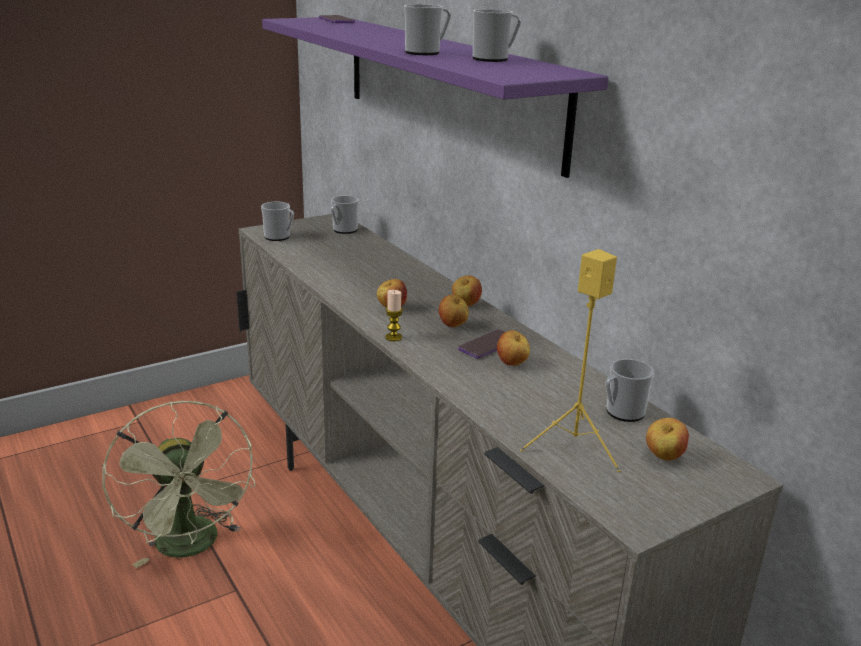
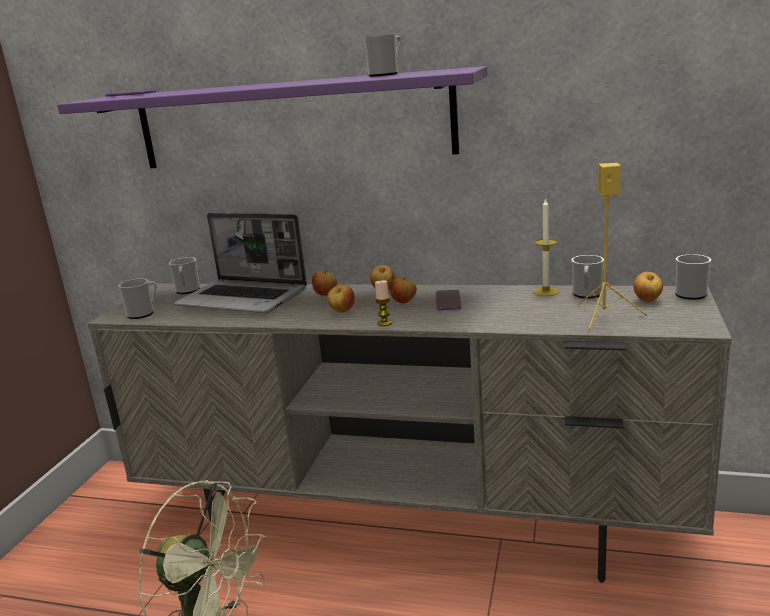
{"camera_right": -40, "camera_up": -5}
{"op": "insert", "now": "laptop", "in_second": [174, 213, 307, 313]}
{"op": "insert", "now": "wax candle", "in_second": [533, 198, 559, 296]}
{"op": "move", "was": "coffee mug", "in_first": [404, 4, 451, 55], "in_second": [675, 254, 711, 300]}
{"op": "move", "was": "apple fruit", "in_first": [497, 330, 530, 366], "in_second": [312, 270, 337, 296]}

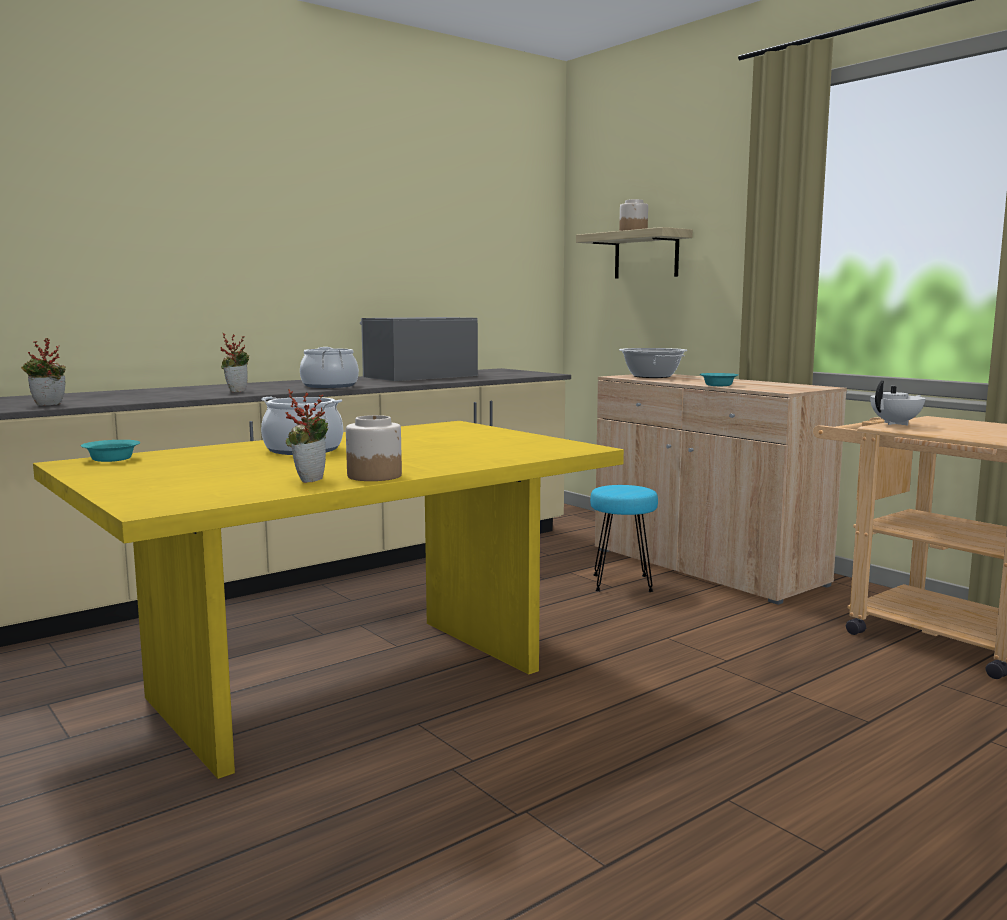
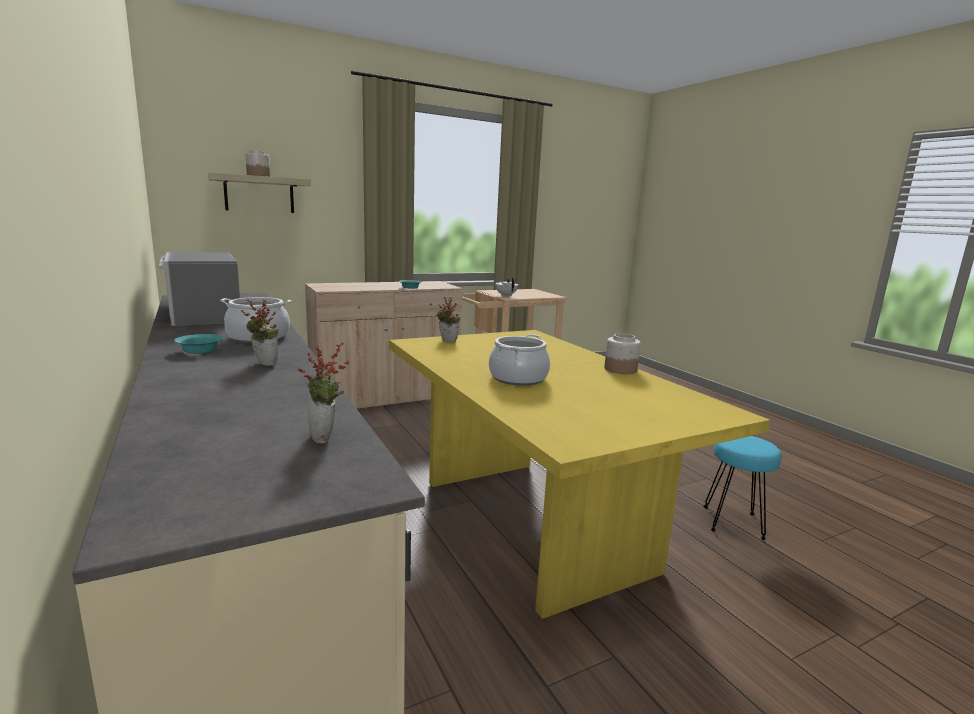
{"camera_right": -80, "camera_up": 5}
{"op": "delete", "was": "cooking pot", "in_first": [619, 348, 687, 378]}
{"op": "move", "was": "deep dish/blue-green", "in_first": [81, 440, 140, 462], "in_second": [174, 334, 223, 354]}
{"op": "move", "was": "houseplant", "in_first": [285, 389, 328, 483], "in_second": [436, 297, 460, 342]}
{"op": "move", "was": "stool/blue-green", "in_first": [590, 485, 658, 592], "in_second": [703, 436, 782, 540]}

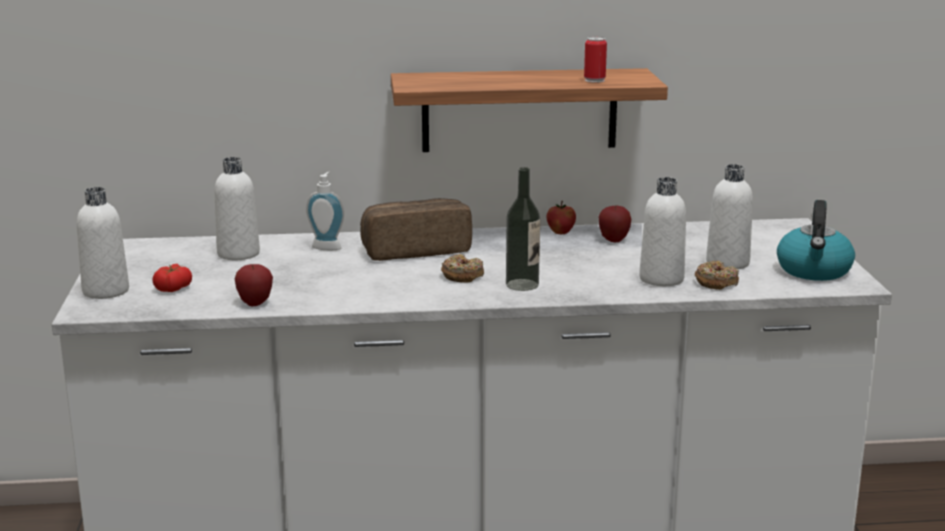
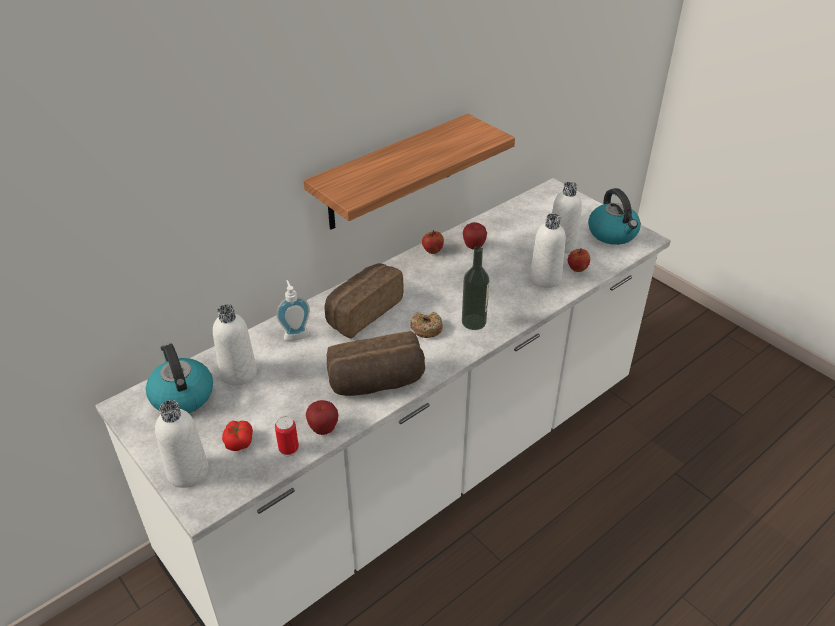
{"camera_right": -35, "camera_up": 20}
{"op": "insert", "now": "tea kettle", "in_second": [146, 343, 213, 413]}
{"op": "insert", "now": "bakery bread", "in_second": [327, 331, 425, 396]}
{"op": "move", "was": "can", "in_first": [584, 37, 607, 83], "in_second": [275, 416, 299, 456]}
{"op": "replace", "was": "donut", "now": "apple fruit", "in_first": [695, 261, 739, 290], "in_second": [568, 248, 590, 272]}

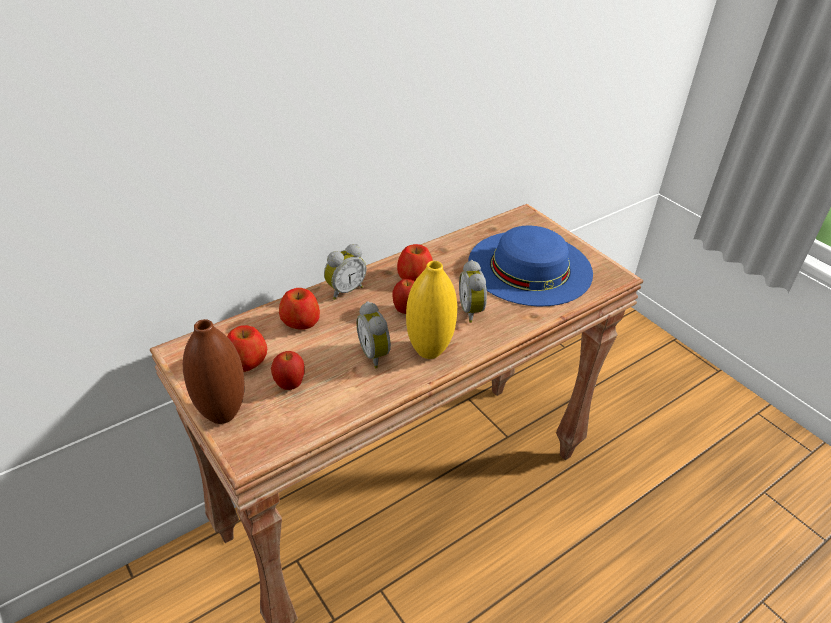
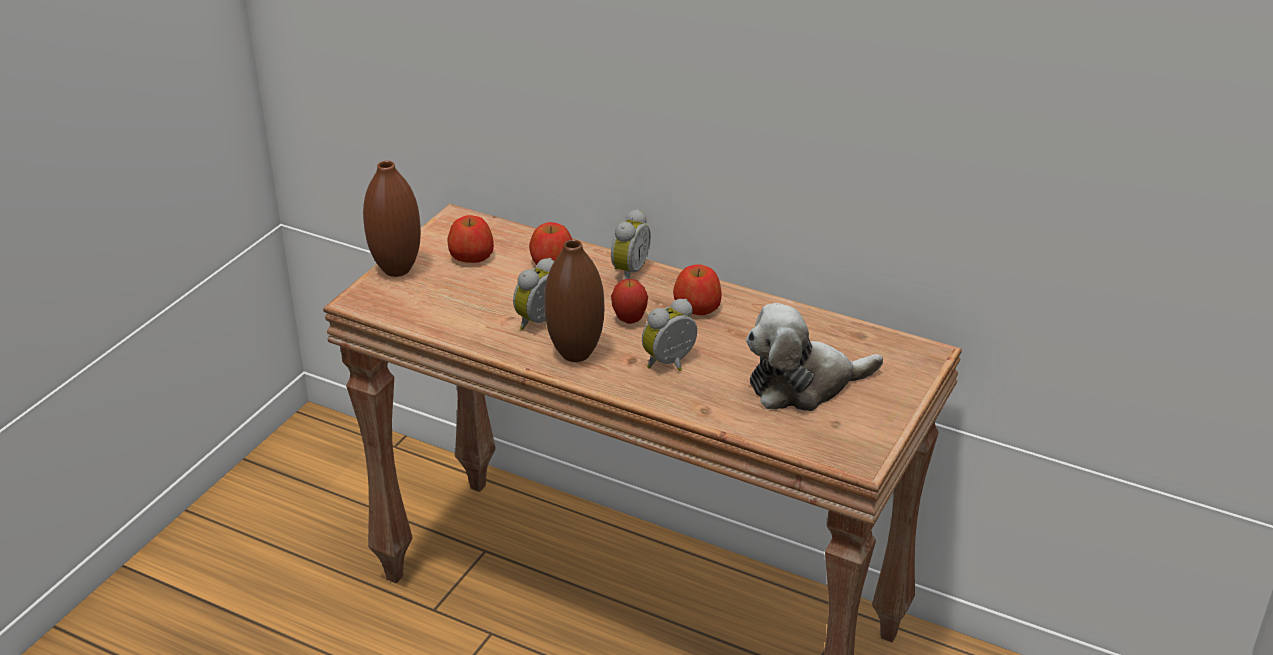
{"camera_right": 65, "camera_up": -5}
{"op": "delete", "was": "apple fruit", "in_first": [271, 351, 304, 390]}
{"op": "replace", "was": "hat/bluish", "now": "soft toy", "in_first": [468, 226, 593, 306], "in_second": [746, 303, 883, 411]}
{"op": "recolor", "was": "vase/yellow-coloured", "now": "vase/brown", "in_first": [406, 261, 457, 359], "in_second": [544, 240, 604, 362]}
{"op": "rotate", "was": "bedside clock", "in_first": [324, 244, 367, 300], "in_second": [611, 209, 651, 279], "clockwise": -90}

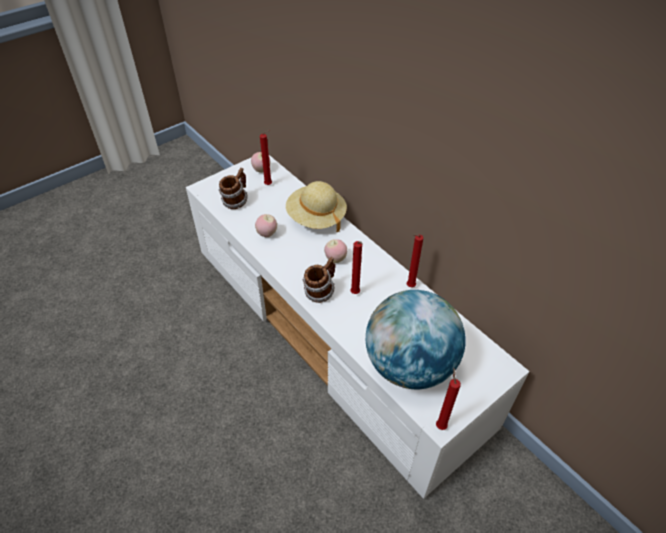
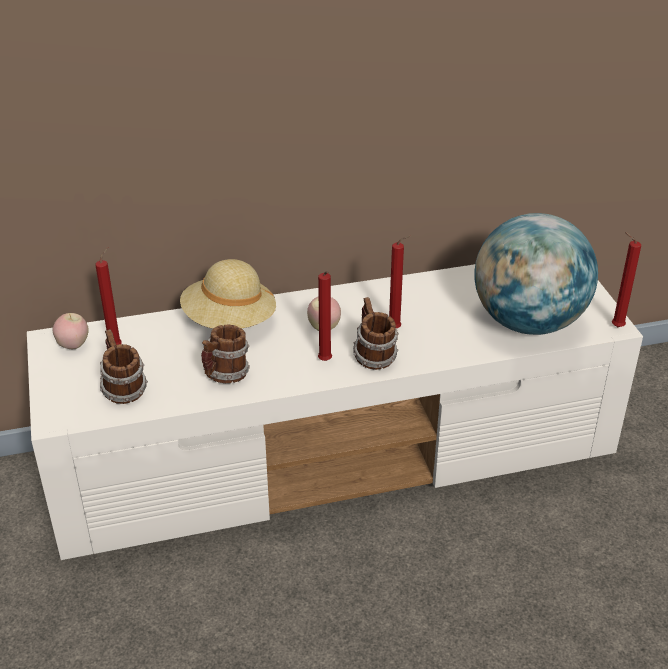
{"camera_right": -65, "camera_up": -10}
{"op": "move", "was": "wax candle/red-coloured", "in_first": [407, 234, 424, 287], "in_second": [318, 271, 332, 361]}
{"op": "replace", "was": "apple fruit", "now": "coffee mug", "in_first": [255, 214, 277, 237], "in_second": [201, 325, 250, 383]}

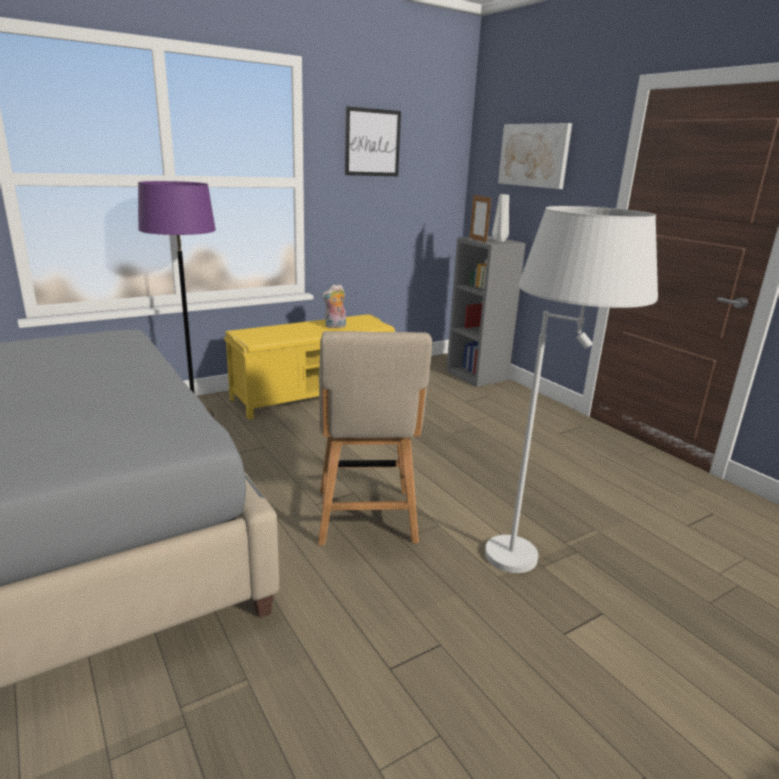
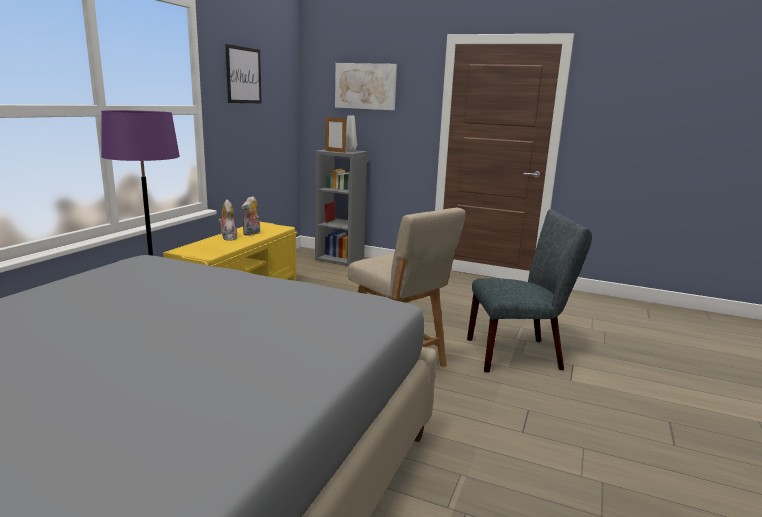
{"camera_right": -35, "camera_up": -5}
{"op": "insert", "now": "soft toy", "in_second": [218, 200, 237, 241]}
{"op": "replace", "was": "floor lamp/white", "now": "plain chair/greyish", "in_first": [485, 206, 658, 573], "in_second": [467, 209, 592, 373]}

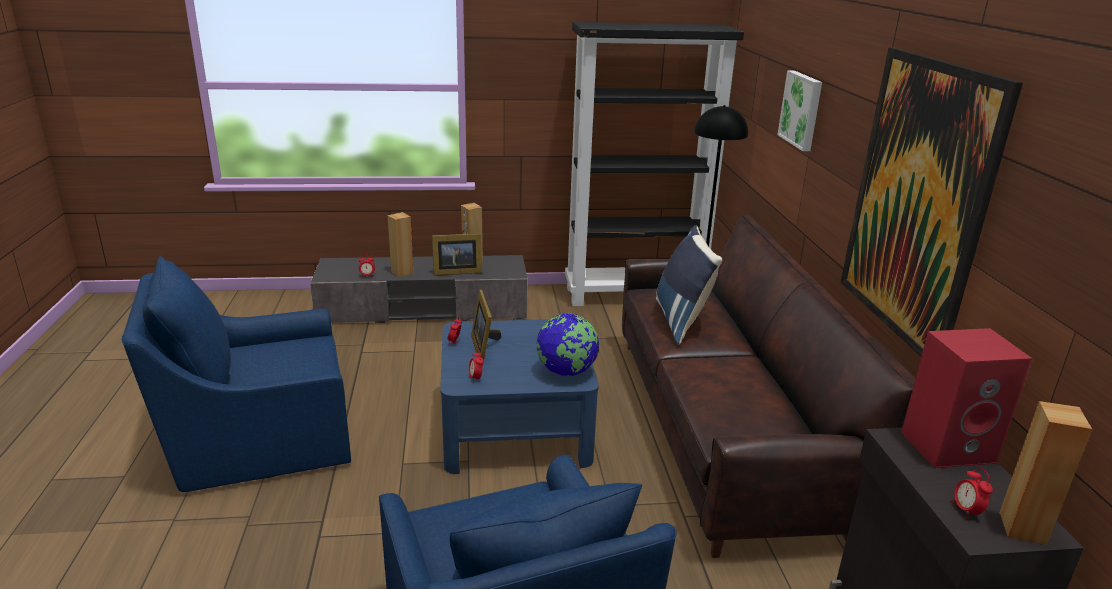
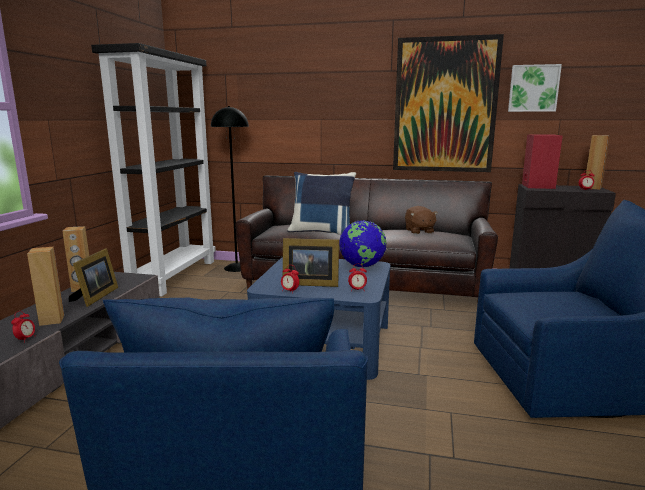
{"camera_right": -70, "camera_up": -10}
{"op": "insert", "now": "soft toy/brown", "in_second": [405, 206, 438, 234]}
{"op": "move", "was": "wall picture", "in_first": [778, 71, 822, 151], "in_second": [508, 64, 562, 112]}

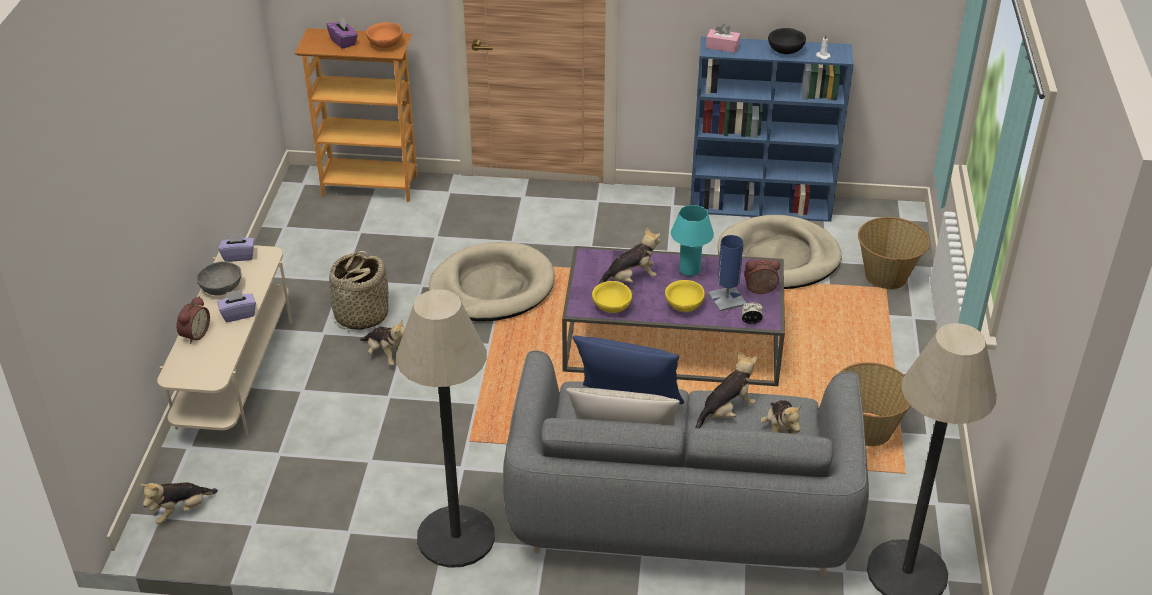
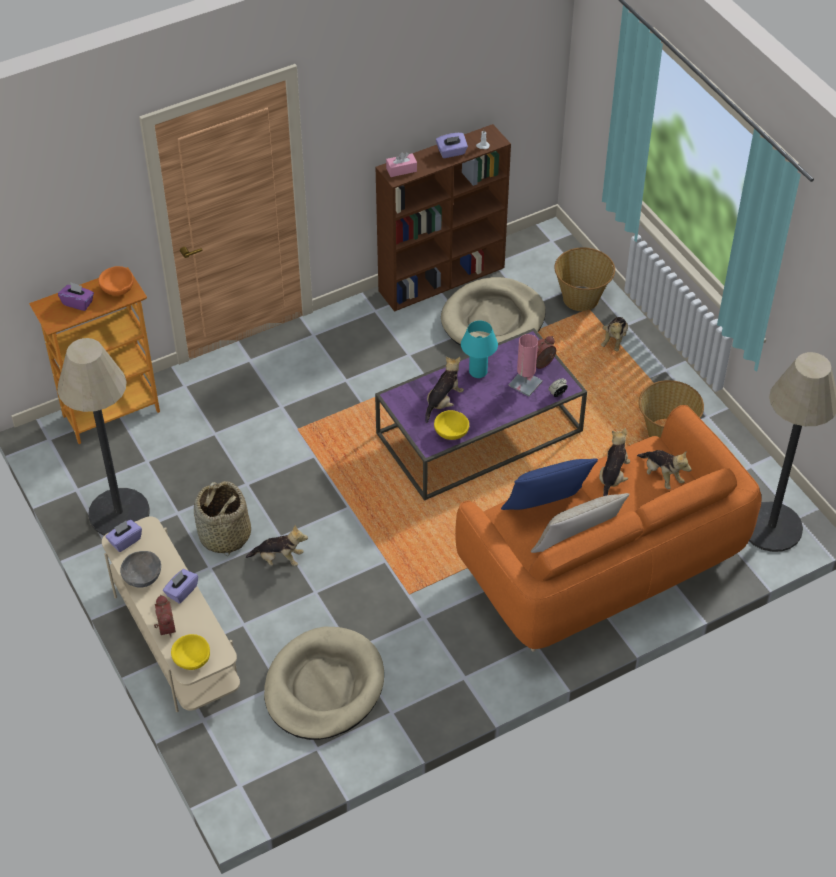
{"camera_right": -35, "camera_up": 10}
{"op": "move", "was": "soft toy", "in_first": [140, 482, 218, 524], "in_second": [601, 317, 628, 351]}
{"op": "move", "was": "floor lamp", "in_first": [396, 289, 495, 568], "in_second": [57, 338, 150, 535]}
{"op": "move", "was": "dog cushion/beige", "in_first": [429, 242, 554, 321], "in_second": [264, 626, 384, 740]}
{"op": "move", "was": "deep dish/yellow-coloured", "in_first": [665, 280, 705, 312], "in_second": [171, 634, 210, 670]}
{"op": "replace", "was": "deep dish/blackish", "now": "tissue box/purplish", "in_first": [768, 28, 806, 54], "in_second": [436, 133, 468, 158]}
{"op": "recolor", "was": "sofa/greyish", "now": "sofa/orange-coloured", "in_first": [503, 350, 869, 576], "in_second": [455, 405, 761, 652]}
{"op": "recolor", "was": "shelving unit/bluish", "now": "shelving unit/brown", "in_first": [690, 37, 854, 222], "in_second": [376, 124, 511, 312]}
{"op": "recolor", "was": "table lamp/bluish", "now": "table lamp/pink", "in_first": [708, 235, 746, 311], "in_second": [508, 334, 543, 396]}

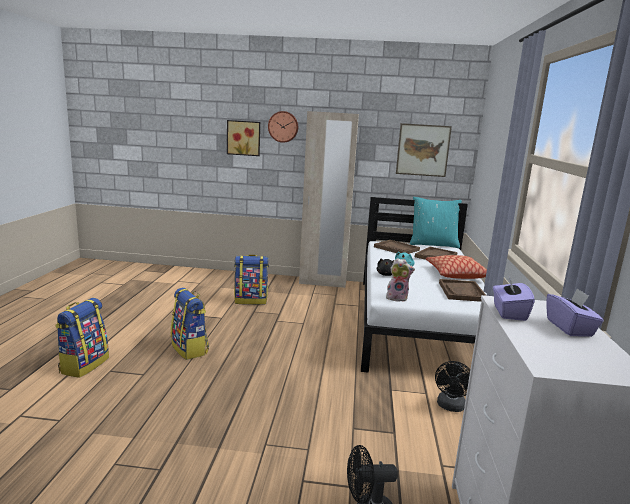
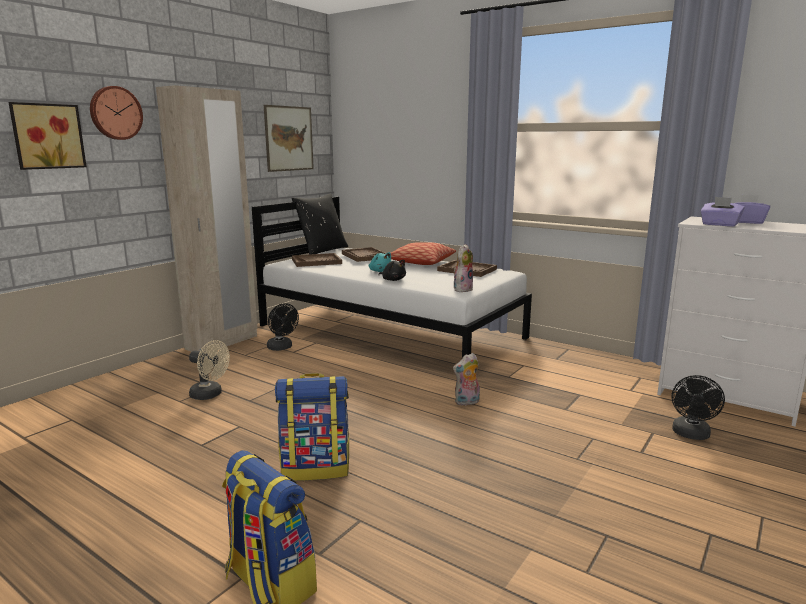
{"camera_right": -60, "camera_up": 0}
{"op": "insert", "now": "soft toy", "in_second": [453, 353, 480, 406]}
{"op": "move", "was": "electric fan/blackish", "in_first": [435, 361, 470, 412], "in_second": [267, 303, 299, 351]}
{"op": "replace", "was": "backpack", "now": "electric fan/beige", "in_first": [234, 255, 269, 305], "in_second": [189, 340, 230, 400]}
{"op": "recolor", "was": "cushion/blue-green", "now": "cushion/blackish", "in_first": [410, 197, 462, 248], "in_second": [292, 193, 348, 255]}

